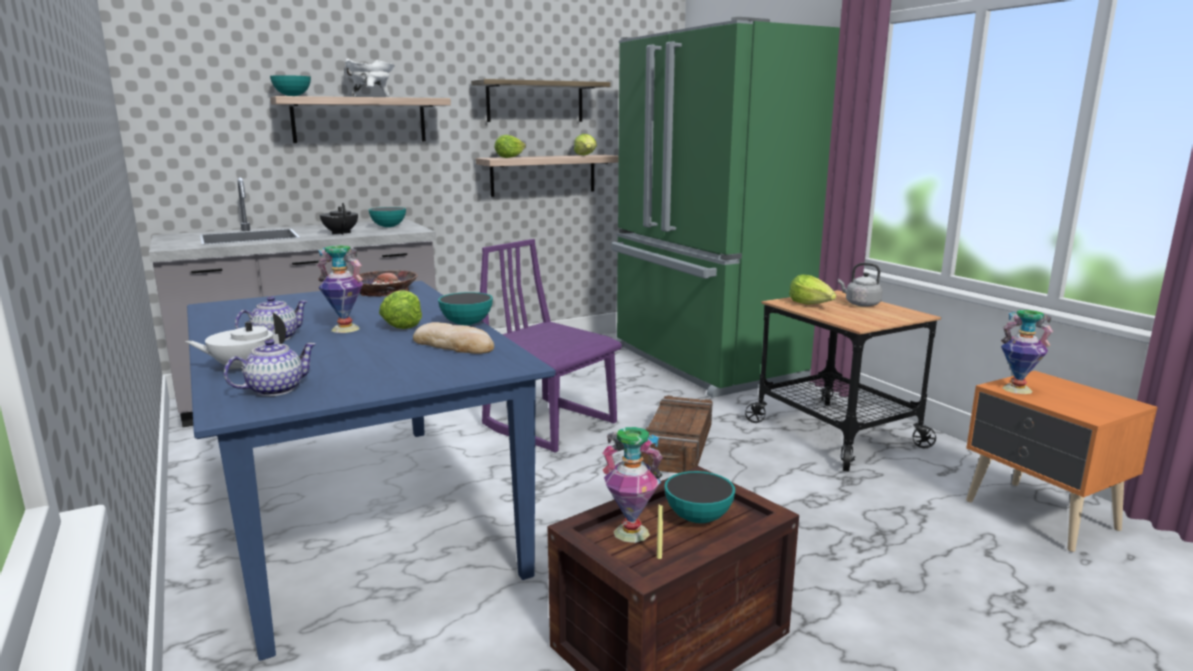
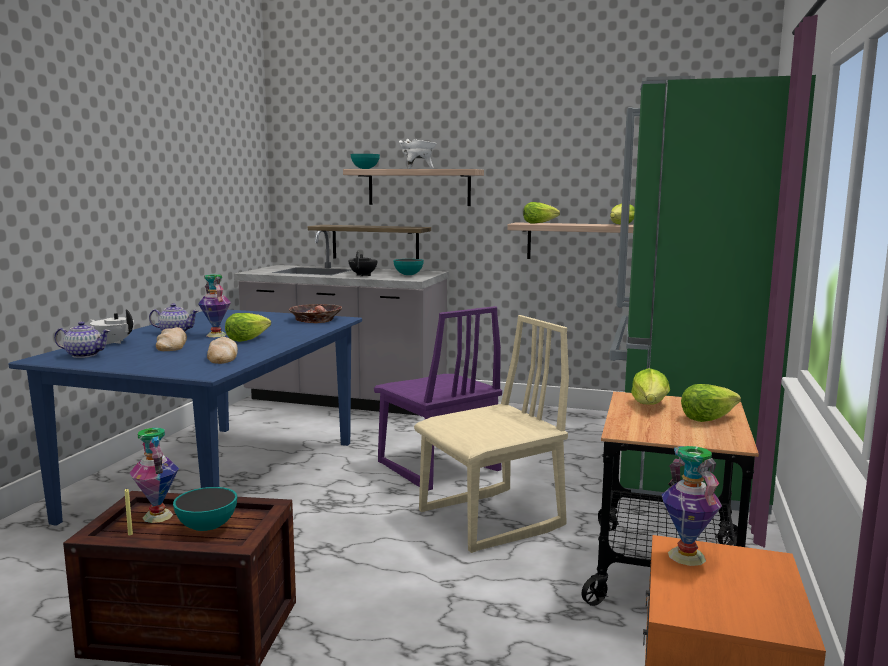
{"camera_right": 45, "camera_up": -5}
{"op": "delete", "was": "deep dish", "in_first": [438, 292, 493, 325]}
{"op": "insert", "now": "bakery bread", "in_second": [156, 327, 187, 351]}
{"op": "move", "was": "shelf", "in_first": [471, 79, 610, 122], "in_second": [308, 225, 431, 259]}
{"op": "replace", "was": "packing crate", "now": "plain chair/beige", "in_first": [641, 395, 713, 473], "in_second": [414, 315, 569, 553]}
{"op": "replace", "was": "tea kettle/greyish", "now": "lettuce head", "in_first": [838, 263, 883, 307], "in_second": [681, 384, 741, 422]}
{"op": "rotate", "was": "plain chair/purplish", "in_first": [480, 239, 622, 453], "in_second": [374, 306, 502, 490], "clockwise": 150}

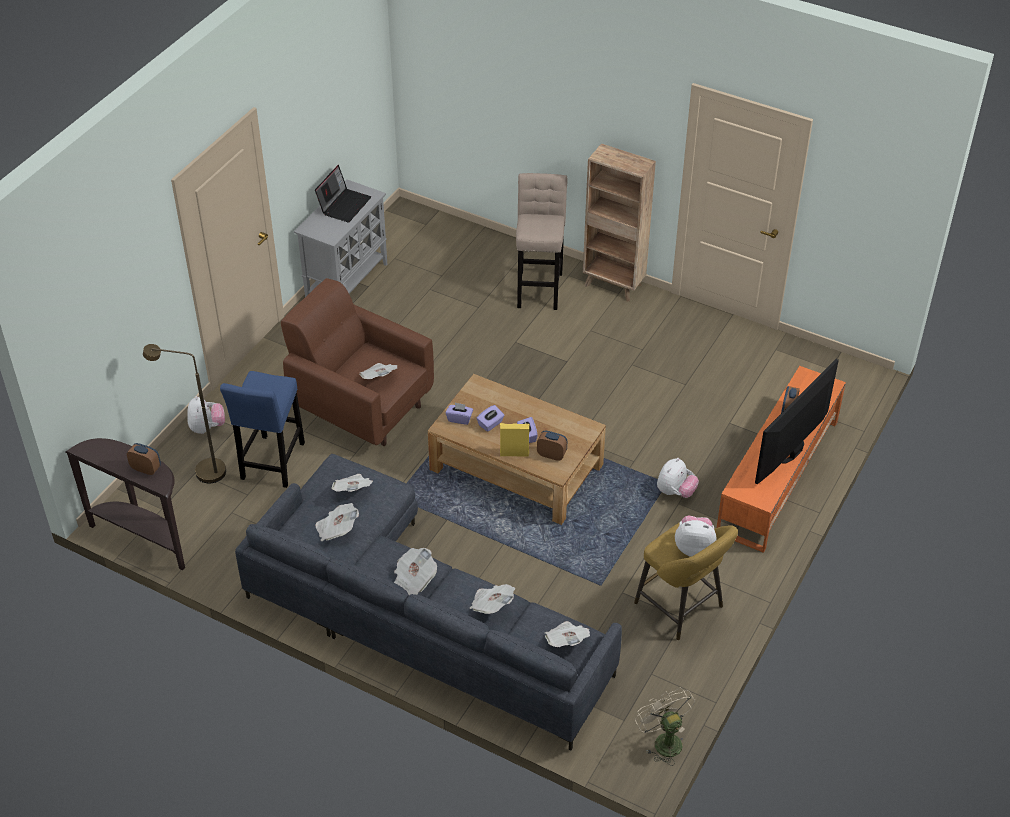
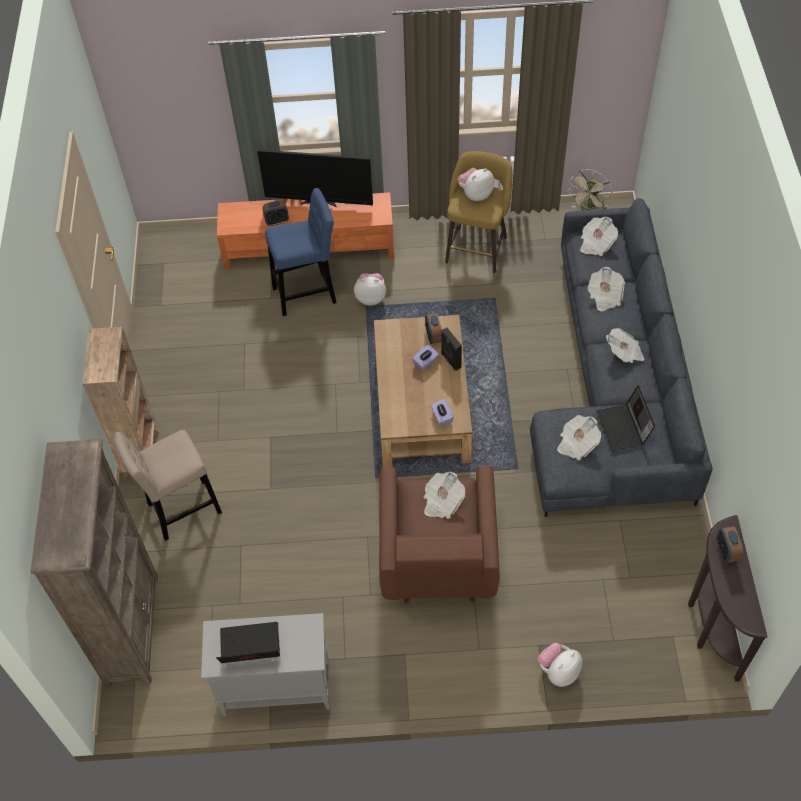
{"camera_right": -120, "camera_up": 10}
{"op": "delete", "was": "floor lamp/brown", "in_first": [143, 344, 226, 483]}
{"op": "delete", "was": "tissue box/purplish", "in_first": [477, 405, 505, 432]}
{"op": "insert", "now": "shelving unit/brown", "in_second": [31, 439, 158, 686]}
{"op": "move", "was": "stool/bluish", "in_first": [220, 371, 305, 488], "in_second": [265, 188, 337, 316]}
{"op": "replace", "was": "printed paper", "now": "laptop", "in_first": [315, 503, 359, 541], "in_second": [597, 386, 655, 451]}
{"op": "recolor", "was": "audio speaker/yellow-coloured", "now": "audio speaker/blackish", "in_first": [500, 423, 530, 457], "in_second": [441, 328, 462, 371]}
{"op": "rotate", "was": "soft toy", "in_first": [675, 515, 716, 557], "in_second": [457, 168, 494, 201], "clockwise": 75}

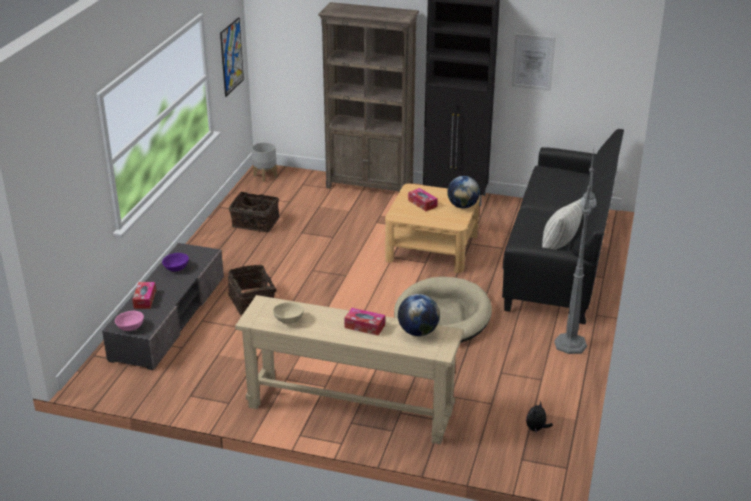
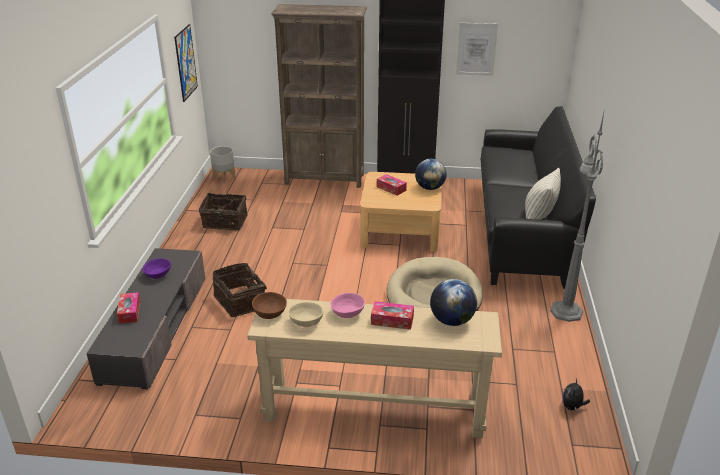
{"camera_right": -10, "camera_up": 0}
{"op": "insert", "now": "deep dish/brown", "in_second": [252, 292, 287, 319]}
{"op": "move", "was": "deep dish/pink", "in_first": [115, 311, 144, 331], "in_second": [330, 293, 365, 318]}

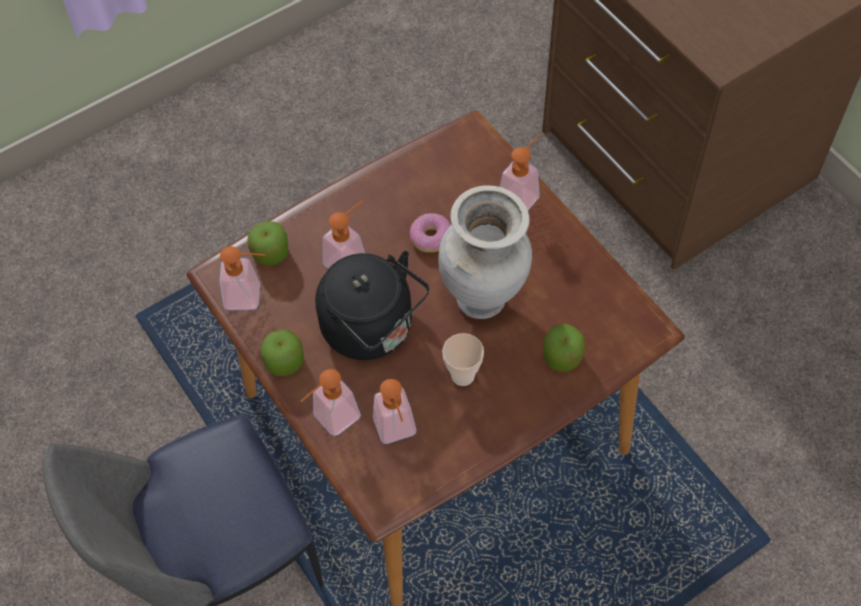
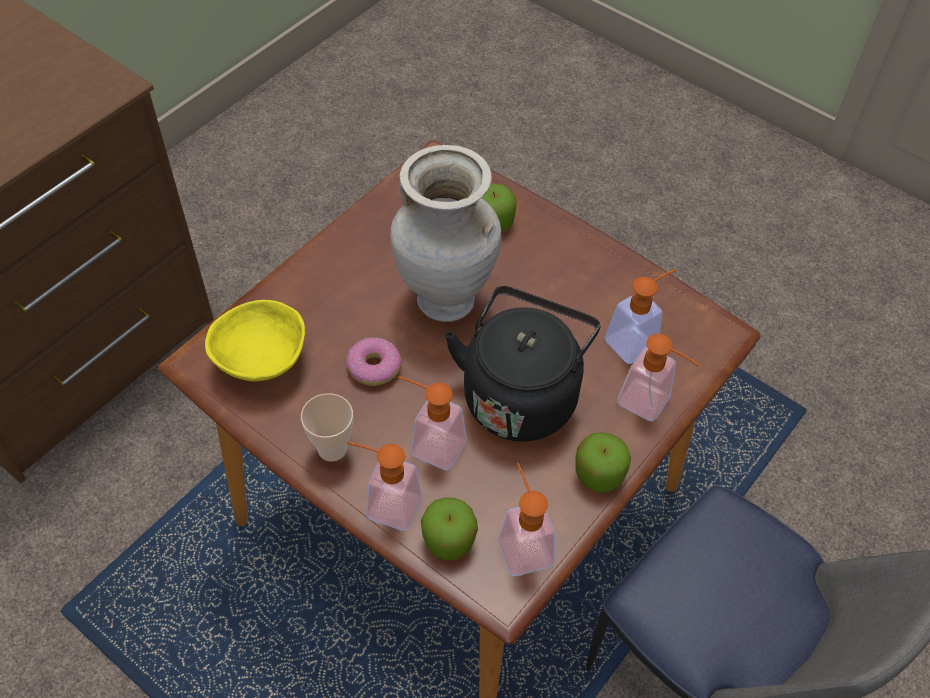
{"camera_right": -110, "camera_up": -5}
{"op": "insert", "now": "deep dish/yellow-coloured", "in_second": [205, 300, 305, 381]}
{"op": "move", "was": "drinking cup", "in_first": [442, 333, 484, 386], "in_second": [301, 393, 353, 462]}
{"op": "move", "was": "soap bottle", "in_first": [500, 134, 540, 210], "in_second": [347, 442, 422, 531]}

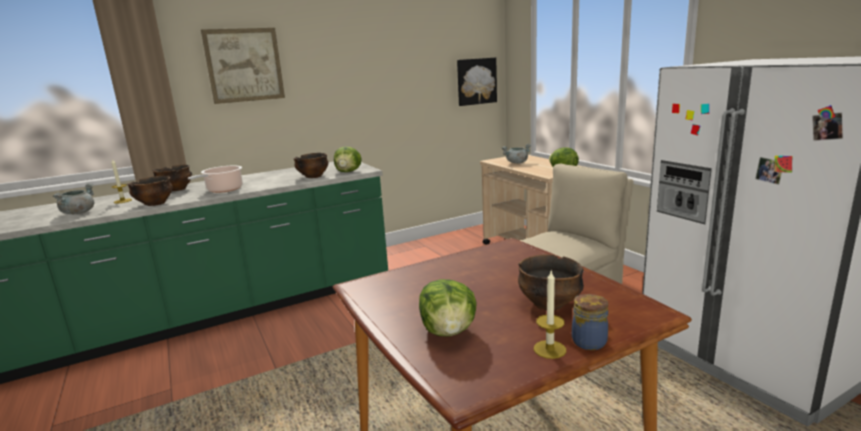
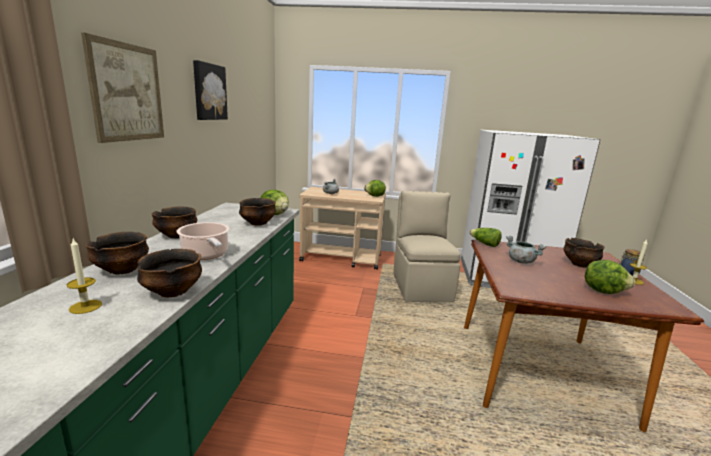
{"camera_right": -55, "camera_up": 0}
{"op": "insert", "now": "deep dish", "in_second": [152, 206, 197, 238]}
{"op": "insert", "now": "lettuce head", "in_second": [469, 228, 502, 247]}
{"op": "move", "was": "cooking pot/greyish", "in_first": [53, 184, 94, 214], "in_second": [506, 236, 546, 264]}
{"op": "move", "was": "wall picture", "in_first": [457, 58, 497, 106], "in_second": [193, 60, 228, 120]}

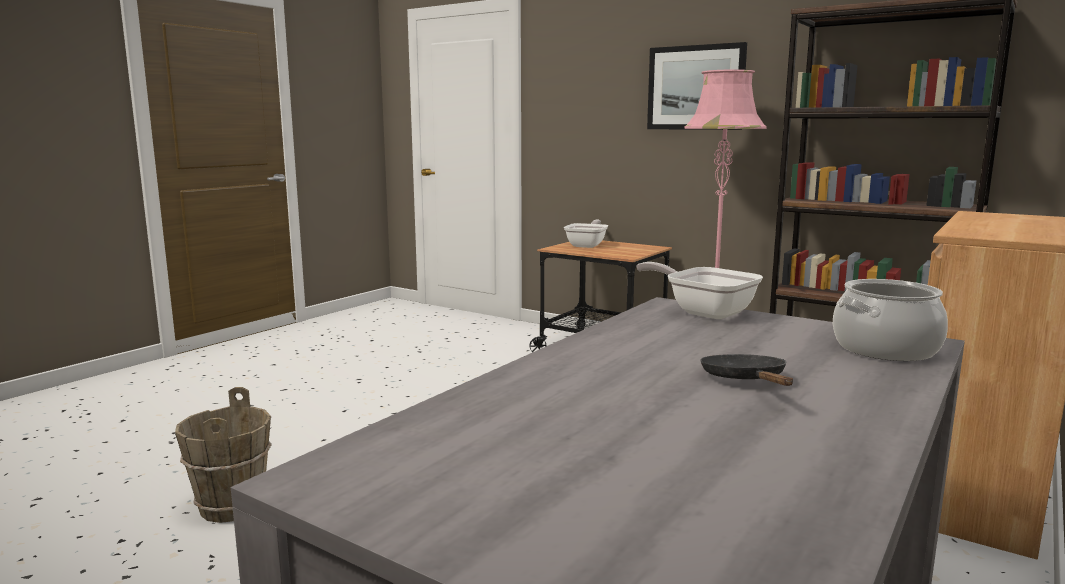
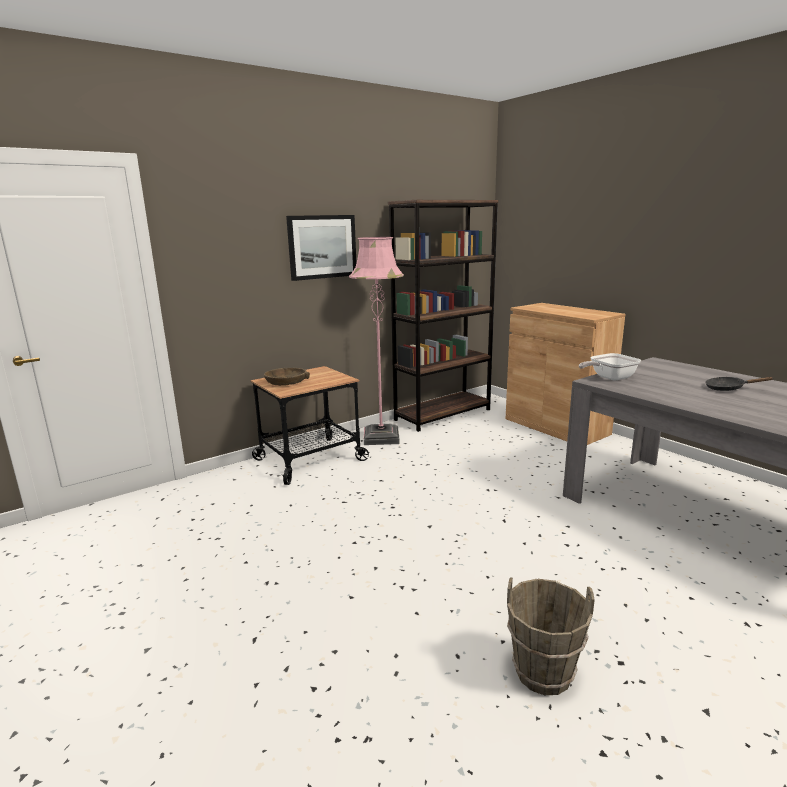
{"camera_right": -70, "camera_up": 5}
{"op": "delete", "was": "cooking pot", "in_first": [833, 279, 948, 361]}
{"op": "replace", "was": "frying pan", "now": "deep dish/brown", "in_first": [564, 220, 608, 248], "in_second": [264, 368, 310, 386]}

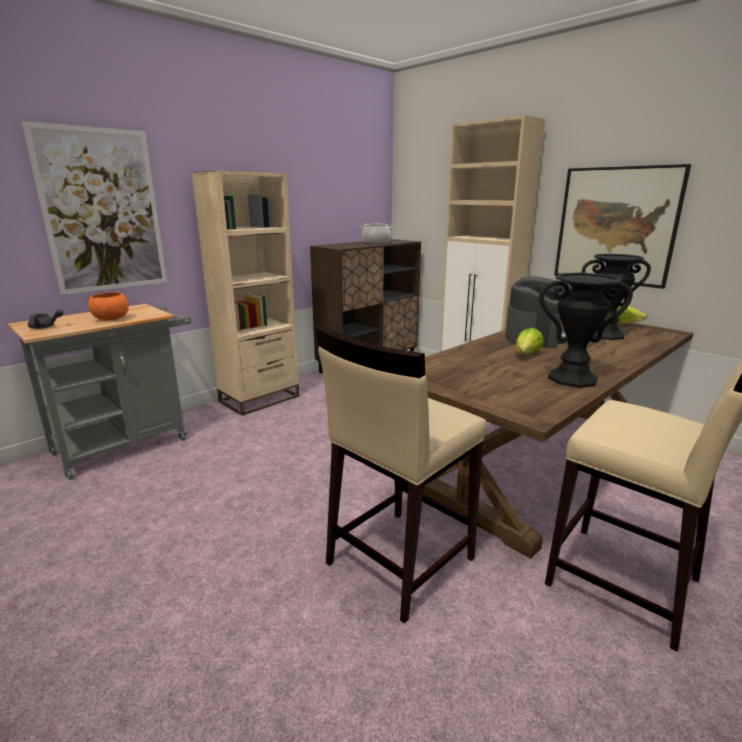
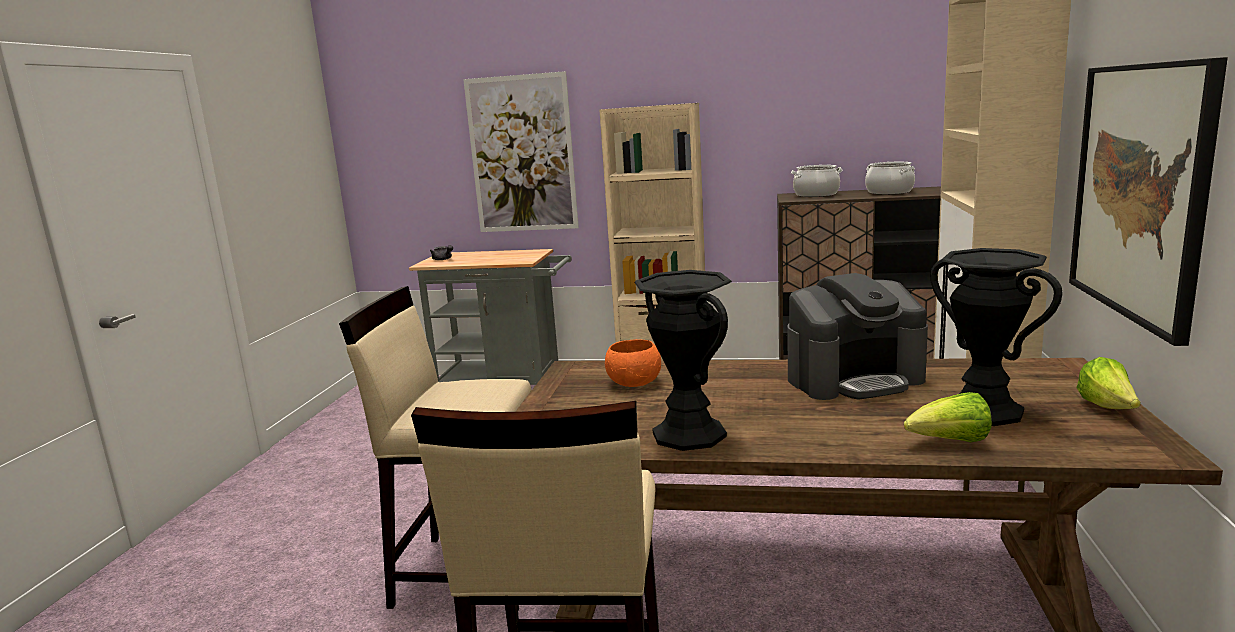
{"camera_right": 55, "camera_up": -5}
{"op": "insert", "now": "cooking pot", "in_second": [791, 165, 842, 197]}
{"op": "move", "was": "deep dish/orange-coloured", "in_first": [88, 292, 129, 321], "in_second": [605, 339, 661, 387]}
{"op": "move", "was": "lettuce head", "in_first": [515, 328, 544, 354], "in_second": [904, 392, 992, 442]}

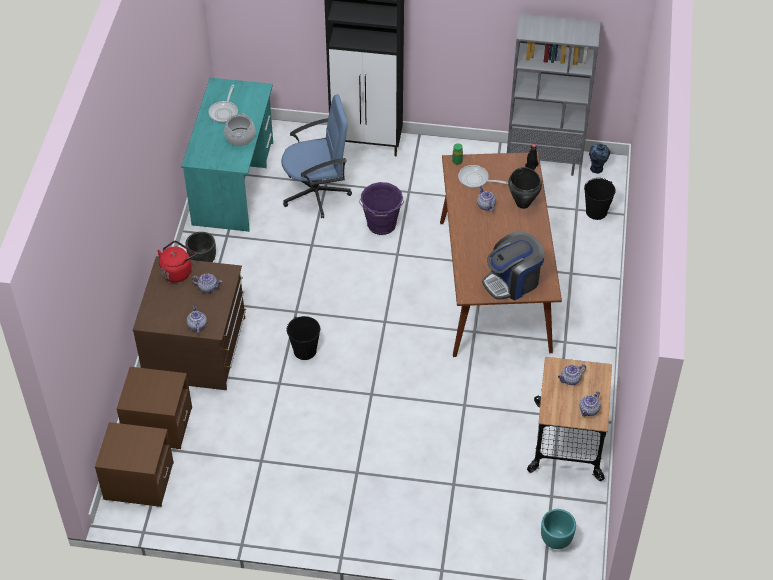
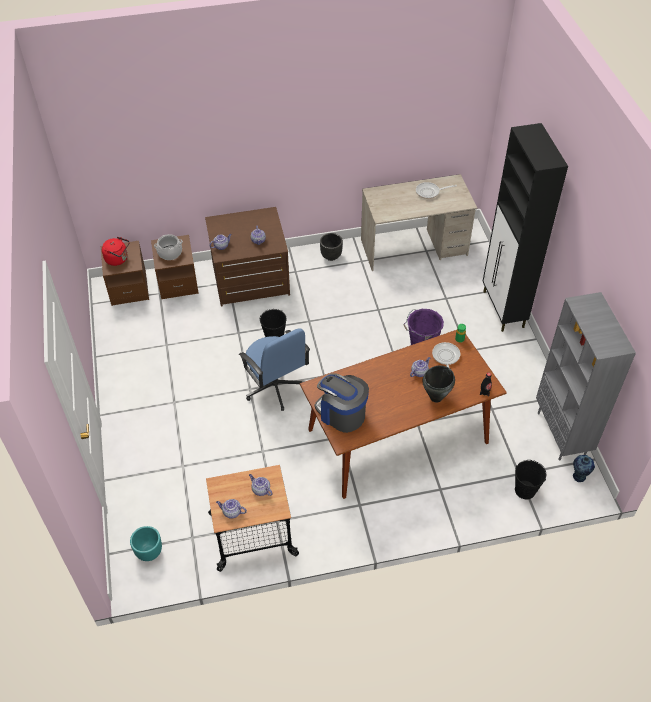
{"camera_right": 70, "camera_up": 0}
{"op": "move", "was": "tea kettle/red-coloured", "in_first": [157, 241, 196, 282], "in_second": [102, 237, 130, 266]}
{"op": "move", "was": "cooking pot", "in_first": [224, 113, 256, 146], "in_second": [154, 234, 183, 260]}
{"op": "move", "was": "computer chair/bluish", "in_first": [281, 94, 352, 218], "in_second": [239, 328, 310, 411]}
{"op": "recolor", "was": "desk/blue-green", "now": "desk/beige", "in_first": [181, 78, 273, 232], "in_second": [361, 174, 477, 271]}

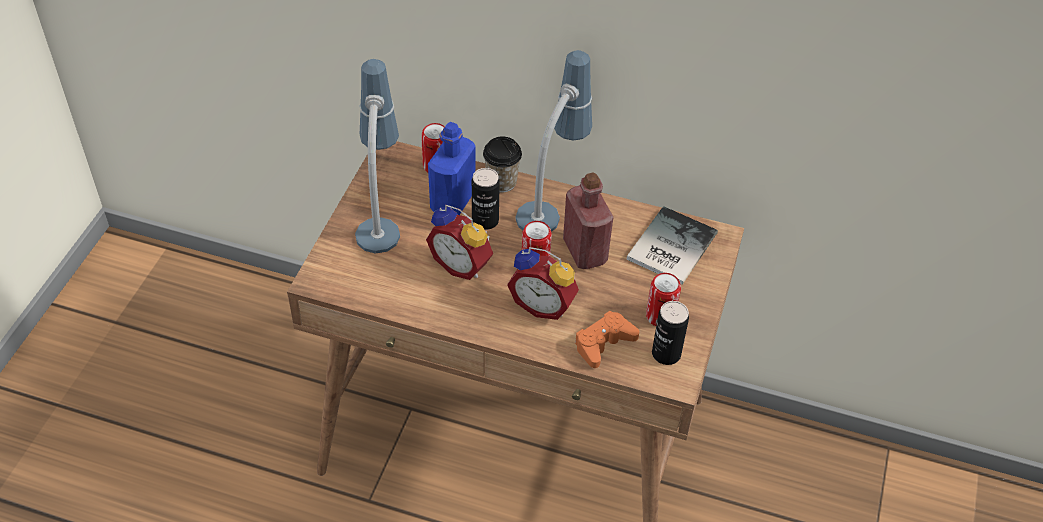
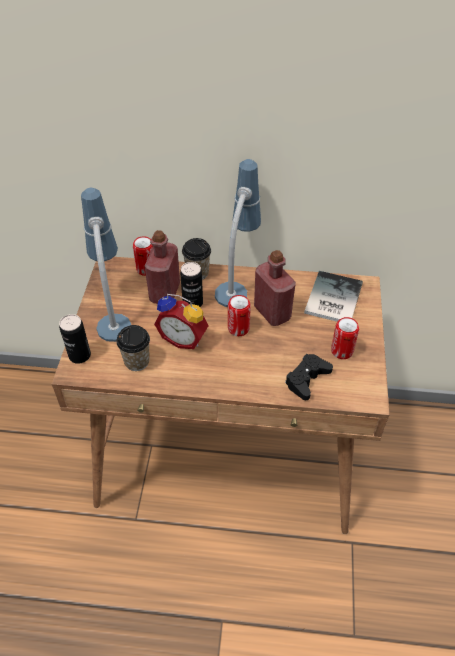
{"camera_right": -10, "camera_up": 0}
{"op": "delete", "was": "bedside clock", "in_first": [507, 247, 579, 320]}
{"op": "insert", "now": "drinking cup", "in_second": [116, 325, 150, 371]}
{"op": "move", "was": "can", "in_first": [652, 301, 689, 365], "in_second": [59, 314, 91, 364]}
{"op": "recolor", "was": "beverage bottle/bluish", "now": "beverage bottle/red-coloured", "in_first": [428, 122, 476, 215], "in_second": [144, 230, 180, 304]}
{"op": "recolor", "was": "game controller/orange-coloured", "now": "game controller/blackish", "in_first": [575, 311, 639, 368], "in_second": [285, 354, 333, 400]}

